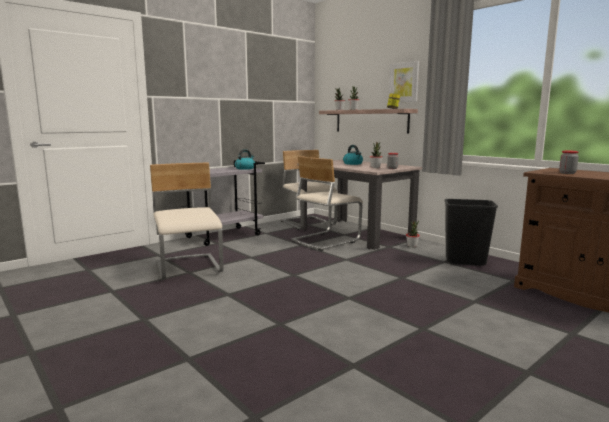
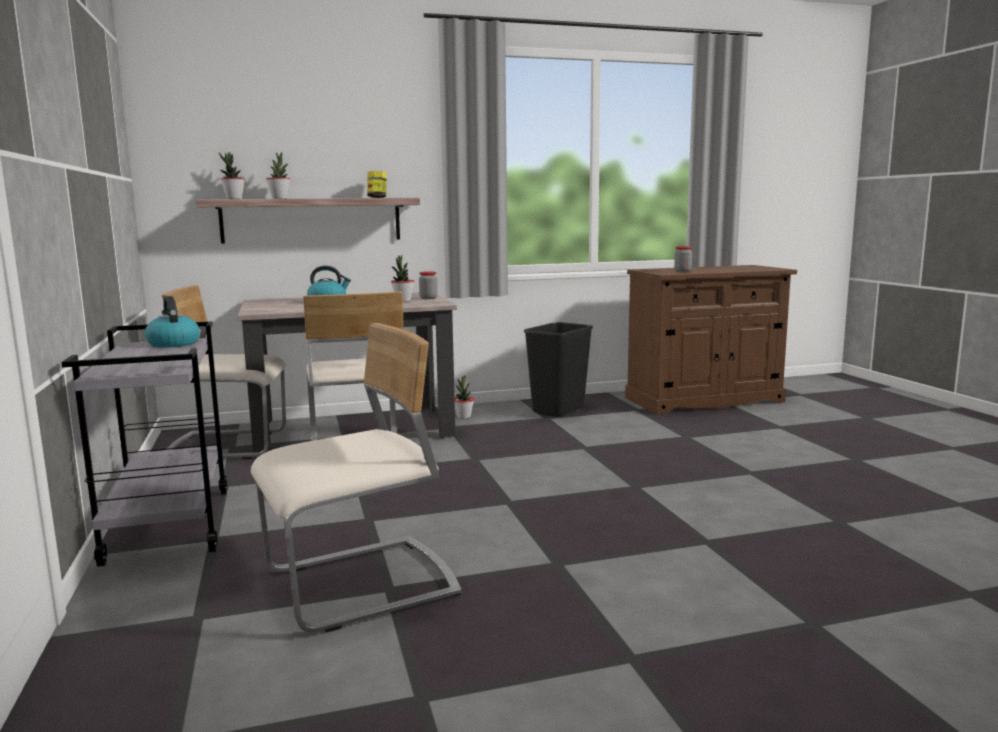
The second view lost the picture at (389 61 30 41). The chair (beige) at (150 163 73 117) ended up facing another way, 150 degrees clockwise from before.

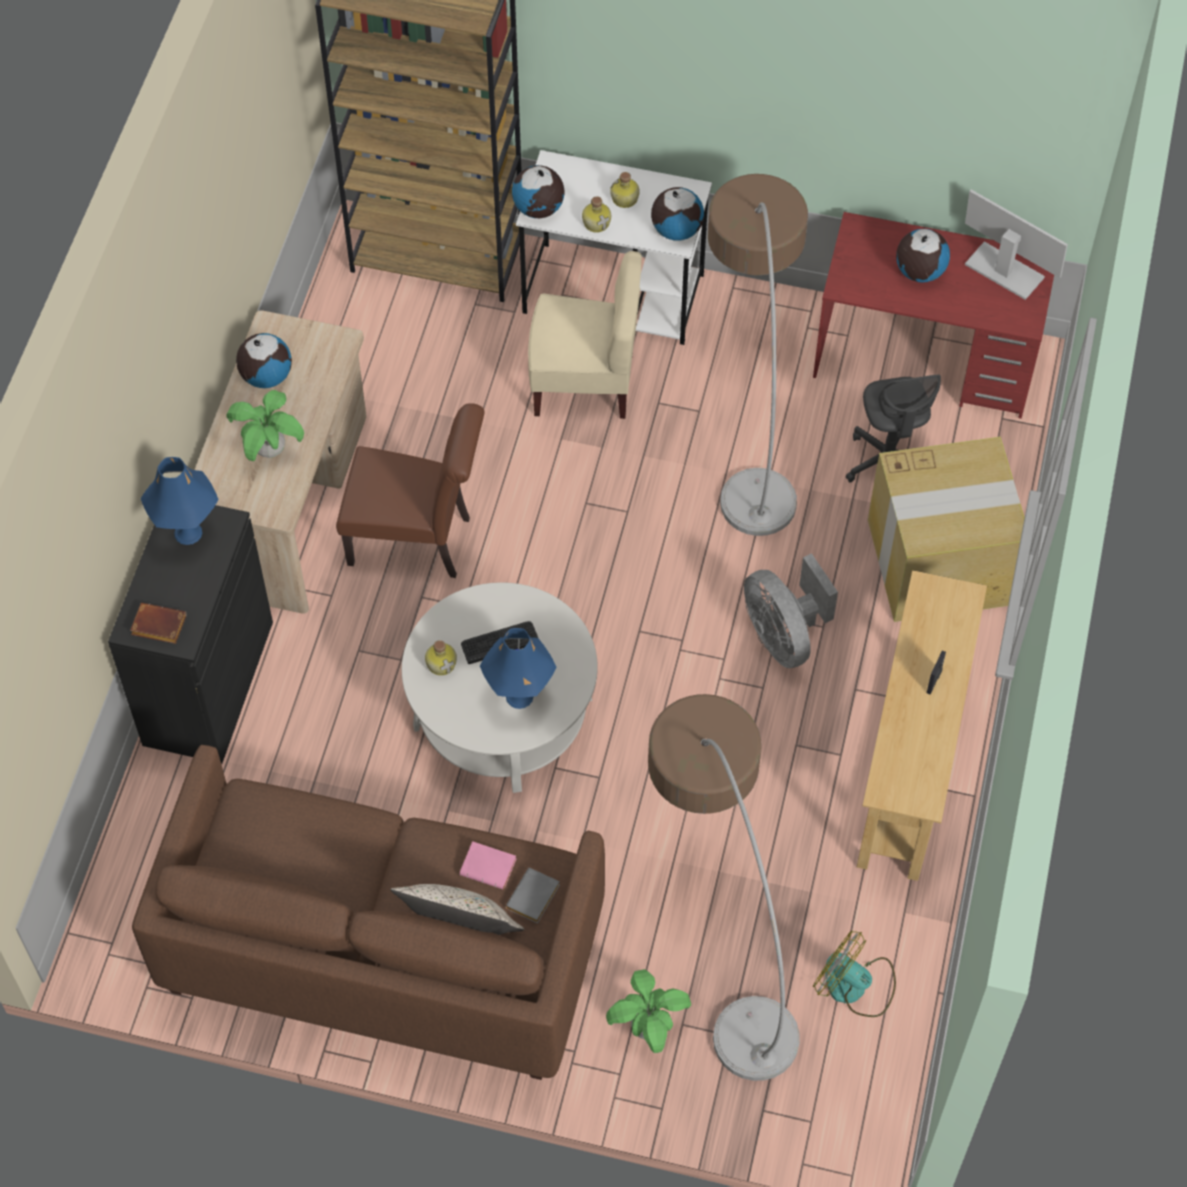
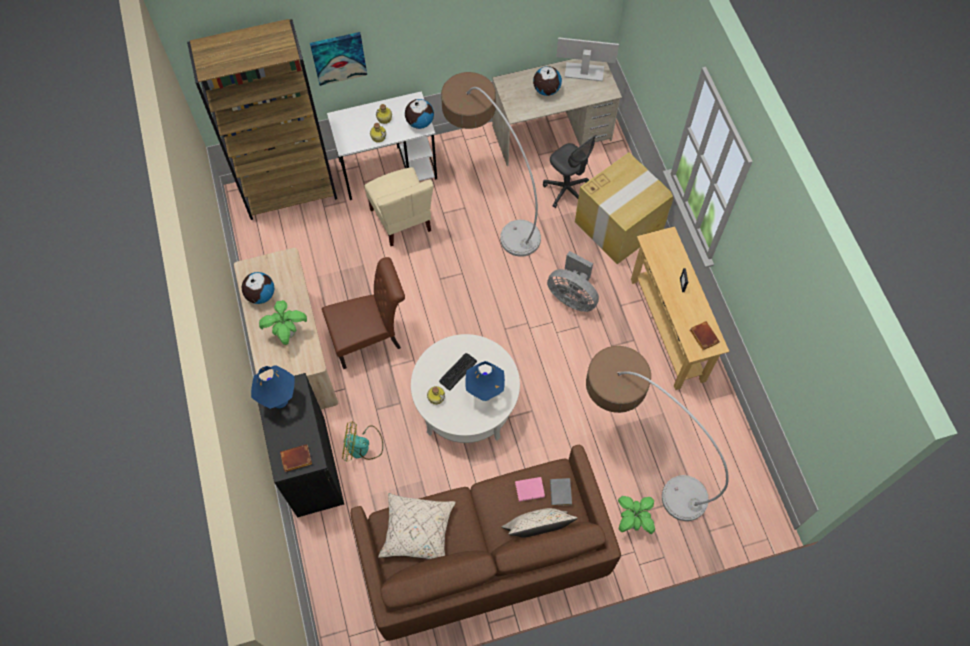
The second view lost the globe at (512 165 52 53). What was the desk (red) at (813 212 241 207) turned into the desk (beige) at (492 59 130 107). The chair (beige) at (528 251 114 168) ended up facing another way, 90 degrees clockwise from before. The fan ended up elsewhere, having gone from (813 931 83 86) to (342 421 41 41). The second view gained the picture at (310 32 57 54). The second view gained the book (brown) at (690 321 30 29). The second view gained the pillow (beige) at (378 493 77 66).

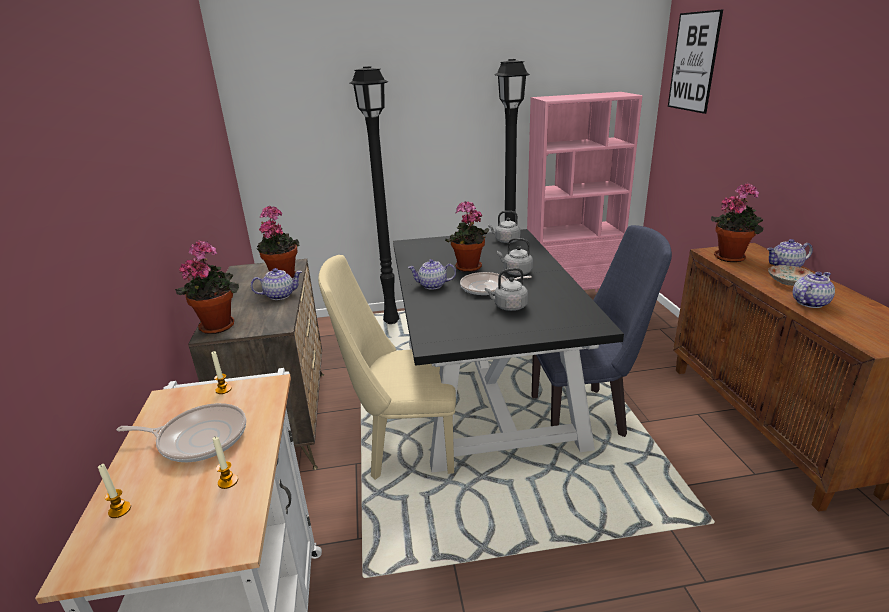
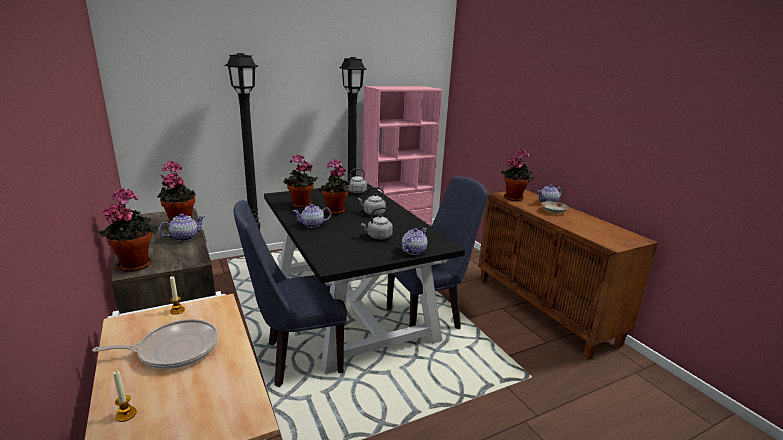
The second view lost the picture at (668 9 55 105). What was the chair (beige) at (318 255 138 225) turned into the chair (blue) at (234 200 113 187). The second view lost the frying pan at (460 272 72 24). The teapot ended up elsewhere, having gone from (793 272 42 36) to (402 228 26 27). The second view lost the candle at (213 437 25 52). The second view gained the potted plant at (283 154 35 54).

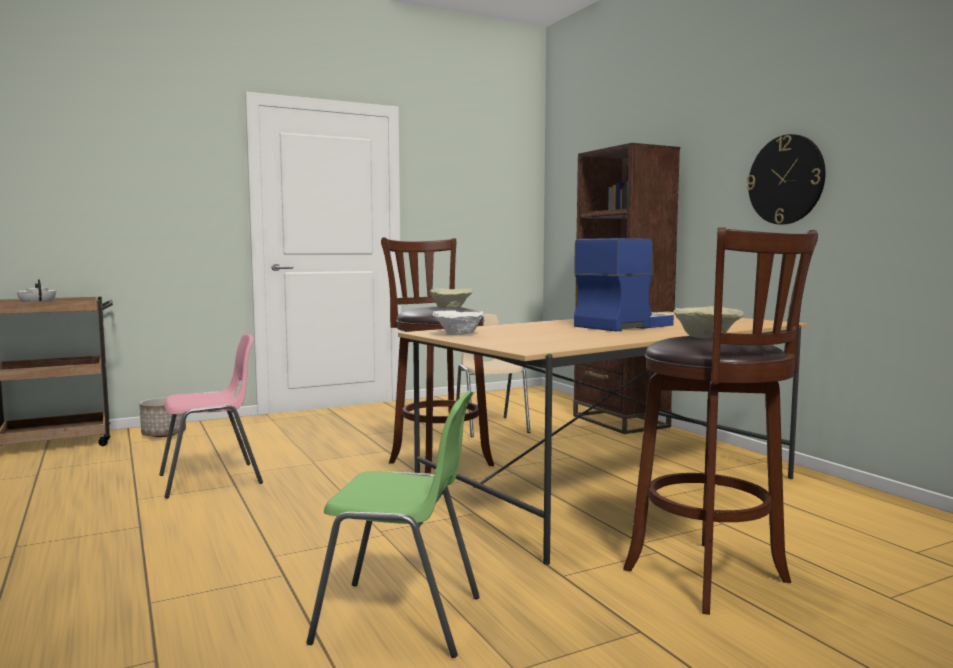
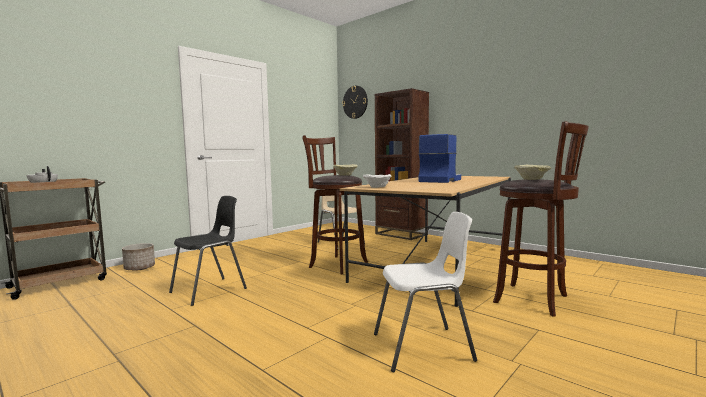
The wall clock ended up elsewhere, having gone from (747 134 79 91) to (342 86 26 33). What was the chair (pink) at (159 334 104 164) turned into the chair (black) at (169 196 78 110). What was the chair (green) at (307 390 173 268) turned into the chair (white) at (374 212 103 160).

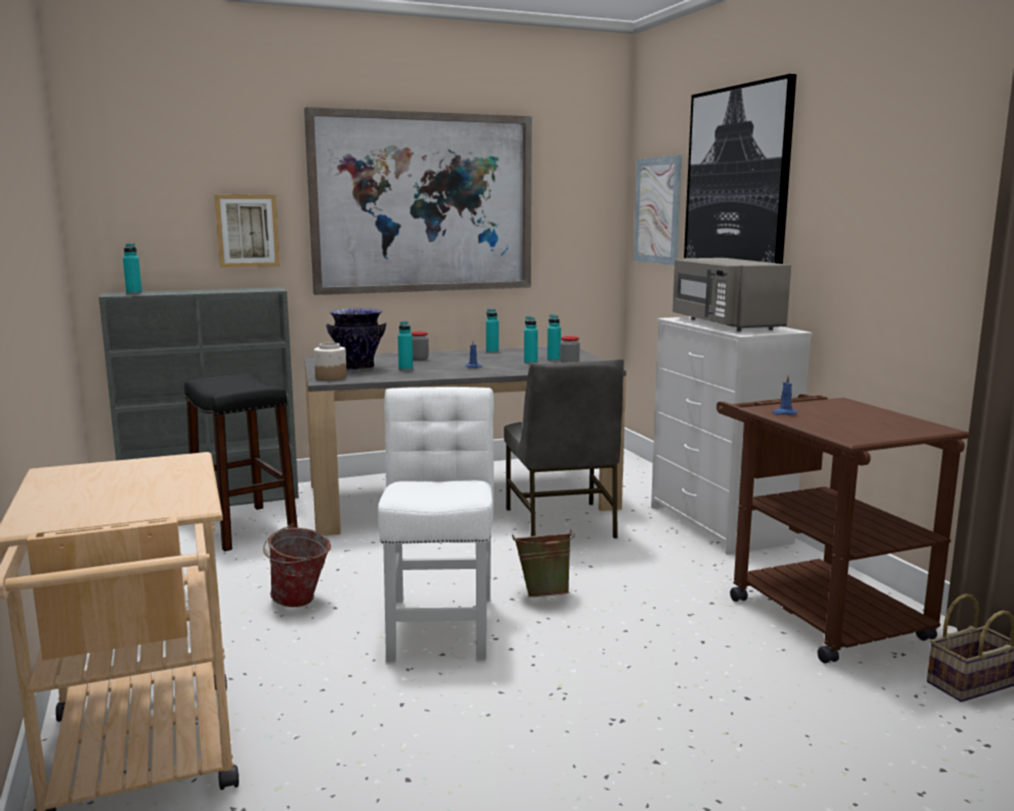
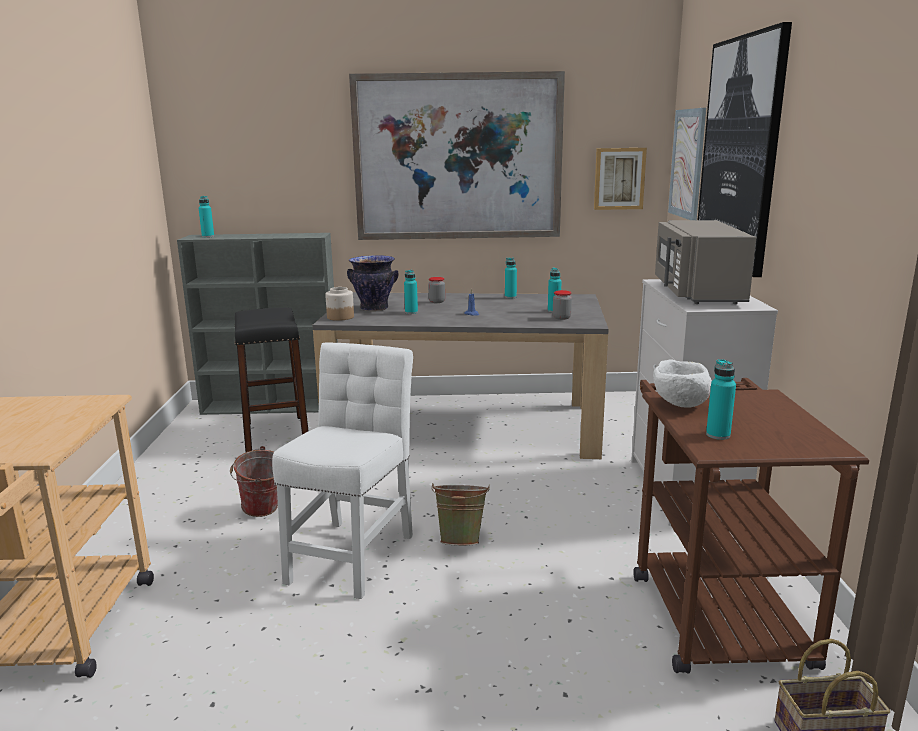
The picture ended up elsewhere, having gone from (215 195 65 73) to (594 148 53 62). The bottle (turquoise) ended up elsewhere, having gone from (524 316 14 48) to (706 359 30 81). The second view lost the chair (grey) at (504 359 120 180). Where the candle (blue) stood at (772 376 25 39), the bowl (white) came to stand at (653 359 59 49).

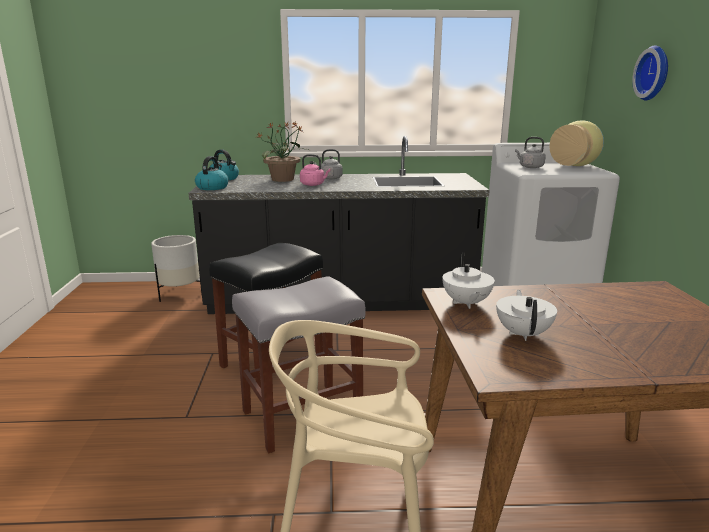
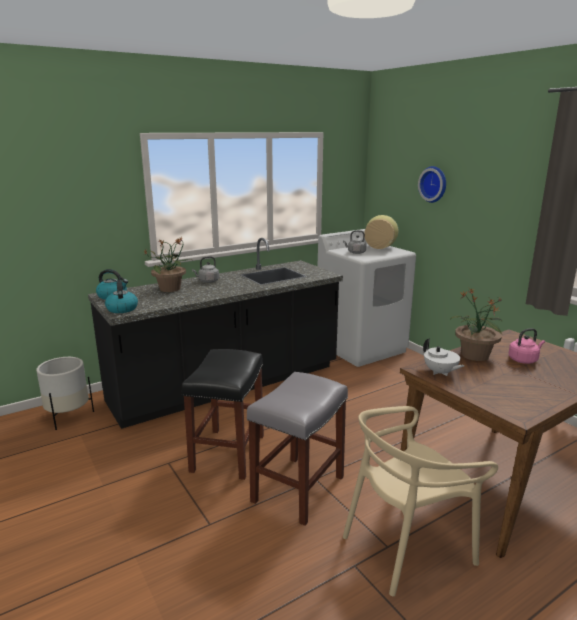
The kettle (pink) ended up elsewhere, having gone from (300 154 30 32) to (508 328 37 36). The second view lost the teapot (white) at (496 290 61 51). The second view gained the potted plant at (450 289 52 72).

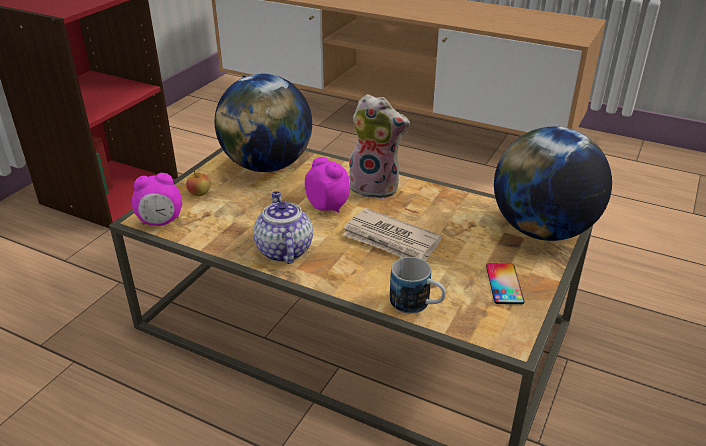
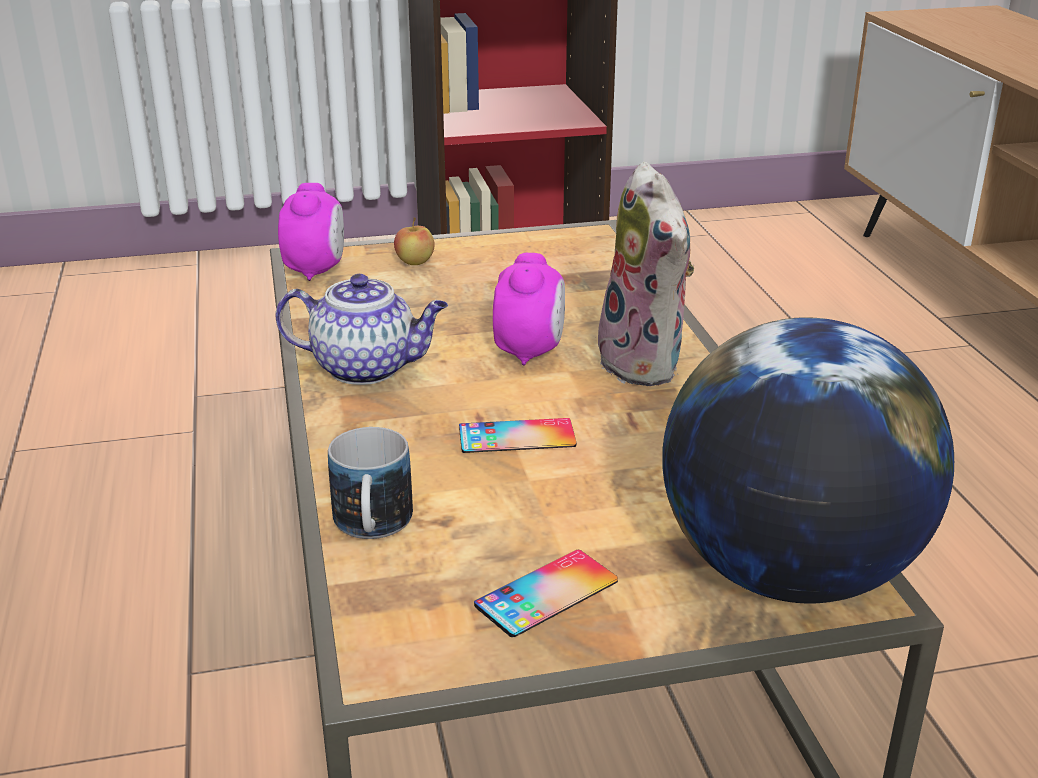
The second view lost the globe at (215 74 97 98). The alarm clock at (132 173 50 53) ended up facing another way, 120 degrees counterclockwise from before. The teapot at (253 191 60 73) ended up facing another way, 60 degrees clockwise from before. Where the newspaper stood at (343 208 99 53), the phone came to stand at (459 418 117 35).

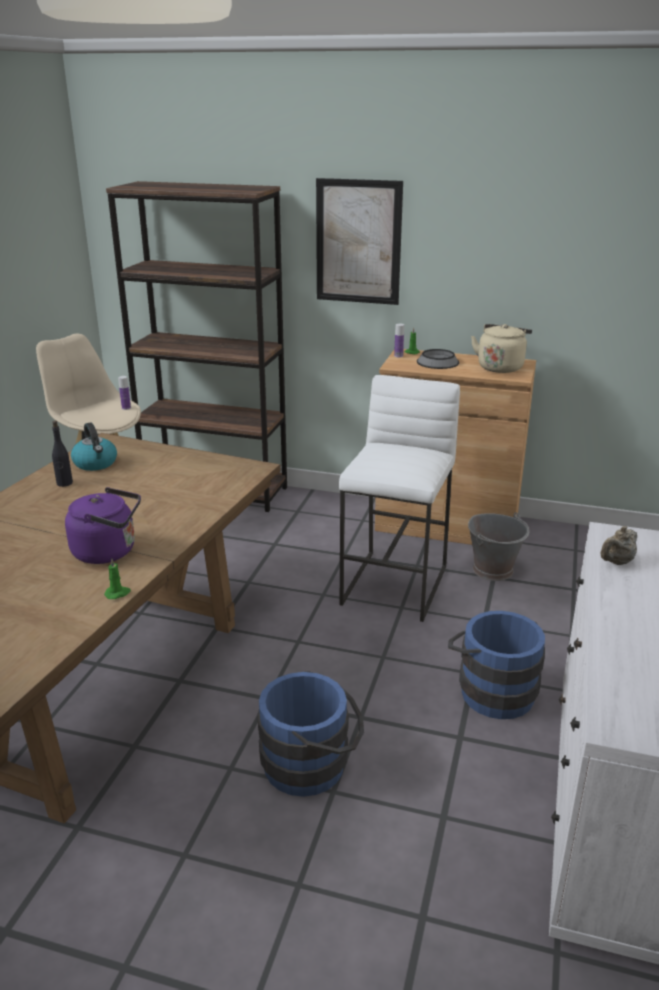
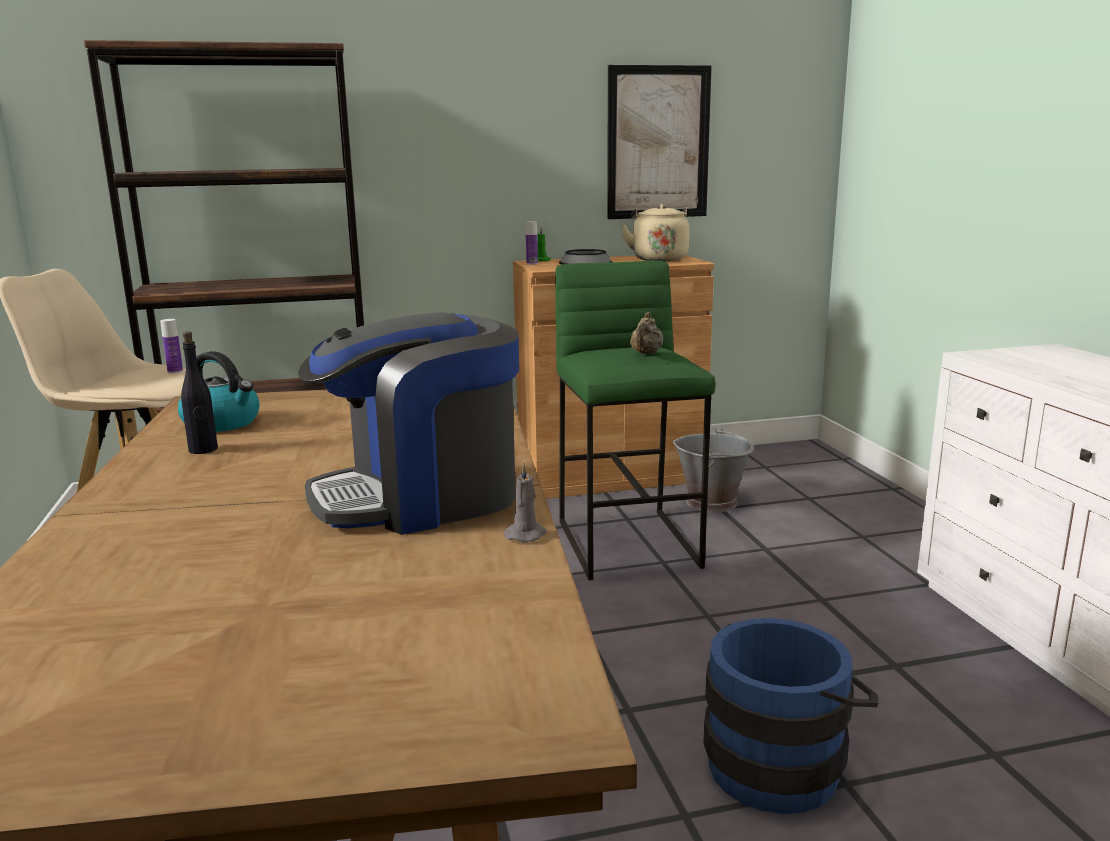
The picture ended up elsewhere, having gone from (316 178 87 127) to (607 65 105 154). What was the stool (white) at (339 375 121 247) turned into the stool (green) at (555 261 161 319). Where the kettle (purple) stood at (65 487 76 77), the coffee machine came to stand at (298 312 221 223). The teapot (beige) ended up elsewhere, having gone from (600 526 37 39) to (630 312 33 42). What was the candle (green) at (104 559 27 40) turned into the candle (grey) at (504 463 43 80). The second view lost the bucket (blue) at (448 611 97 108).

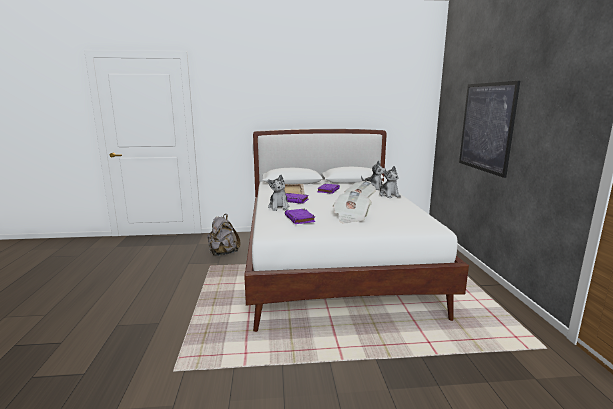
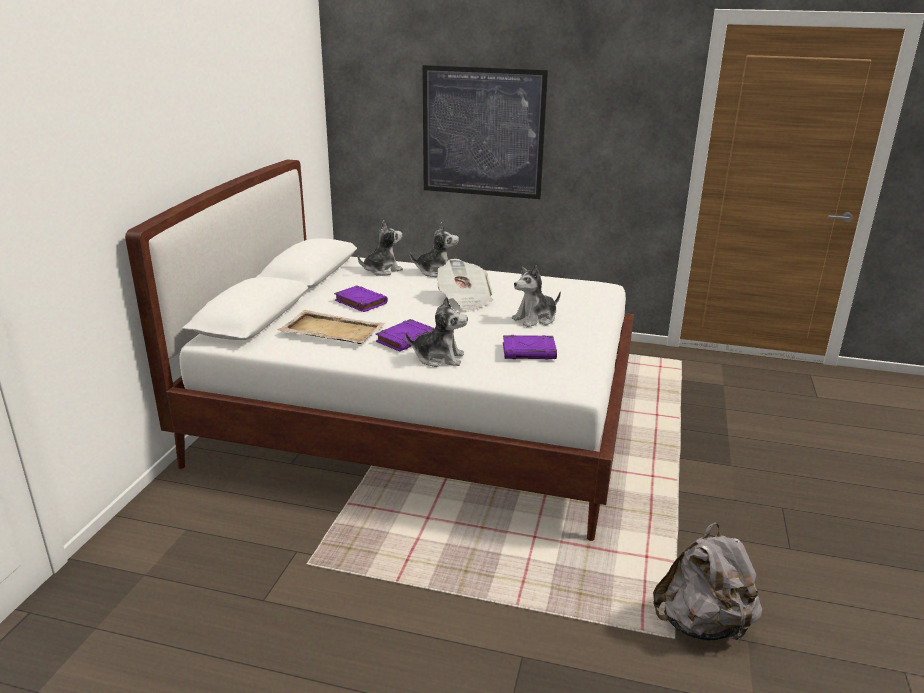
Where the newspaper stood at (333 191 39 32), the plush toy came to stand at (512 265 49 62). The backpack (grey) ended up elsewhere, having gone from (207 214 33 42) to (653 522 109 119).

